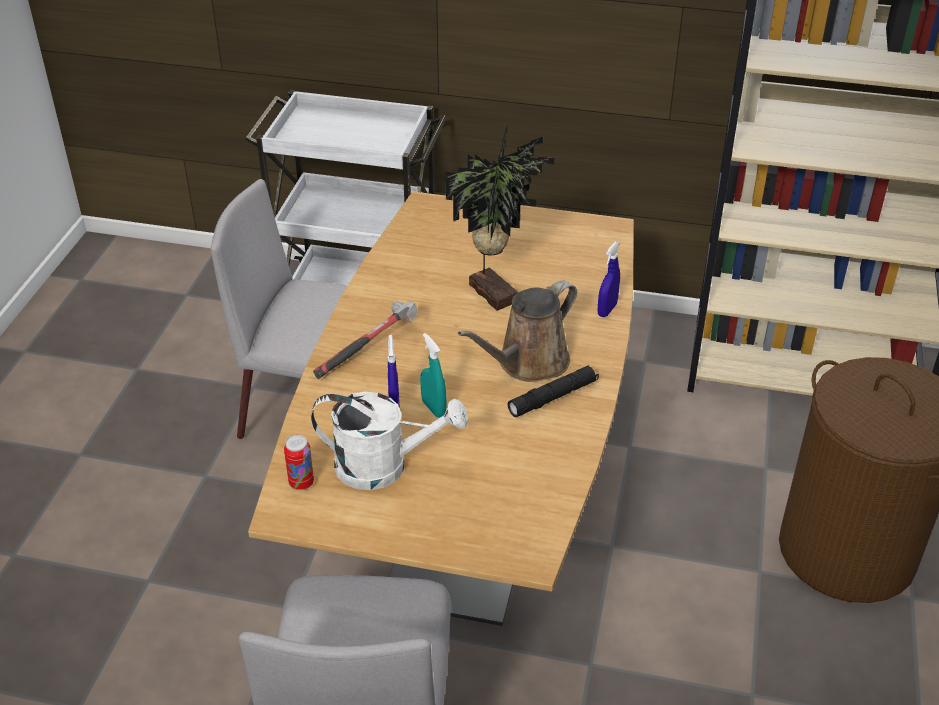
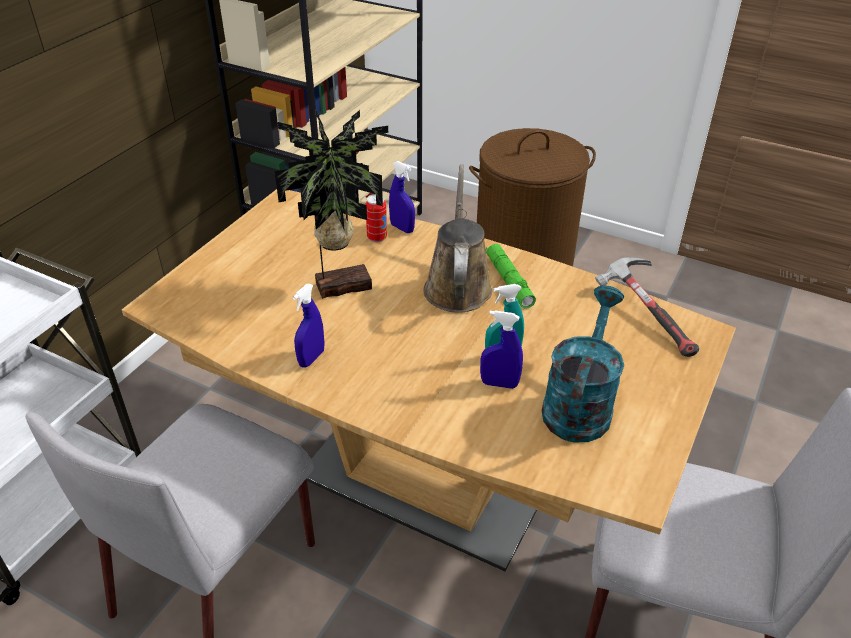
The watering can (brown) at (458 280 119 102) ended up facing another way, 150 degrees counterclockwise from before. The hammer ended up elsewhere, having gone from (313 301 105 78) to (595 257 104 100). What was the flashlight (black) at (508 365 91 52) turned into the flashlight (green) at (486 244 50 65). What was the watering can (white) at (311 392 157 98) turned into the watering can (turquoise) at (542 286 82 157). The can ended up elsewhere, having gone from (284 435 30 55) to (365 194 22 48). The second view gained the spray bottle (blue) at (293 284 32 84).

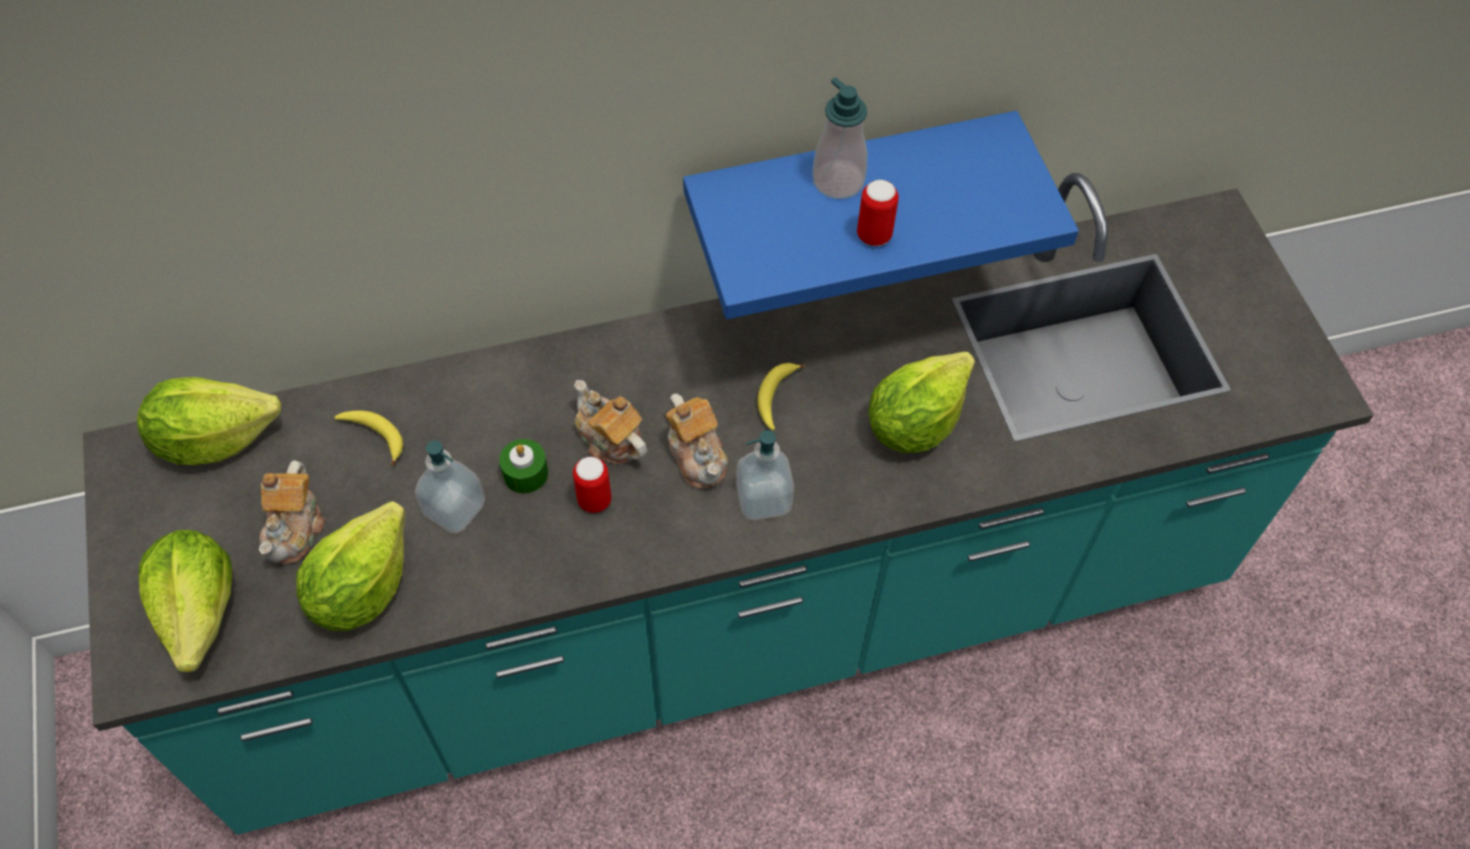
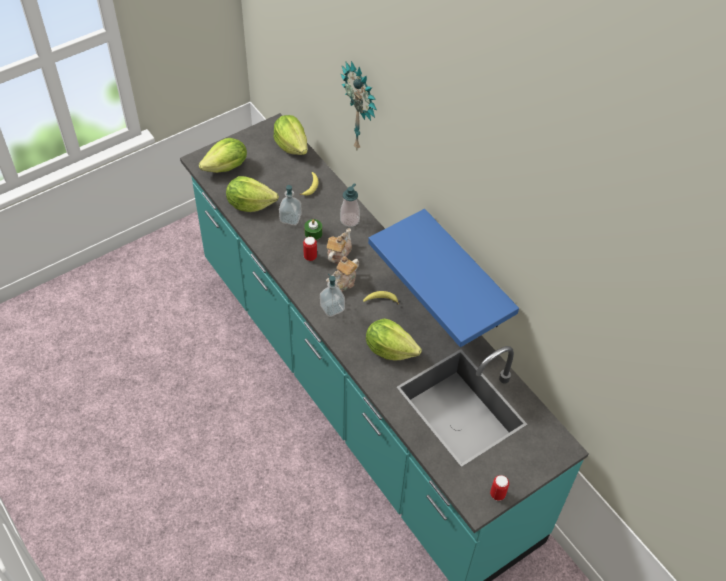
The soap dispenser ended up elsewhere, having gone from (812 78 56 121) to (340 183 20 44). The can ended up elsewhere, having gone from (857 180 42 66) to (490 475 19 26). The second view lost the teapot at (259 460 66 104). The second view gained the wall clock at (341 61 36 90).

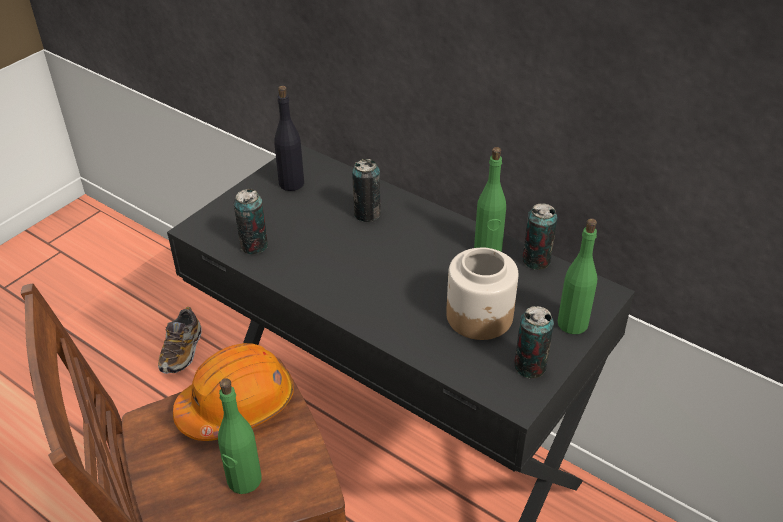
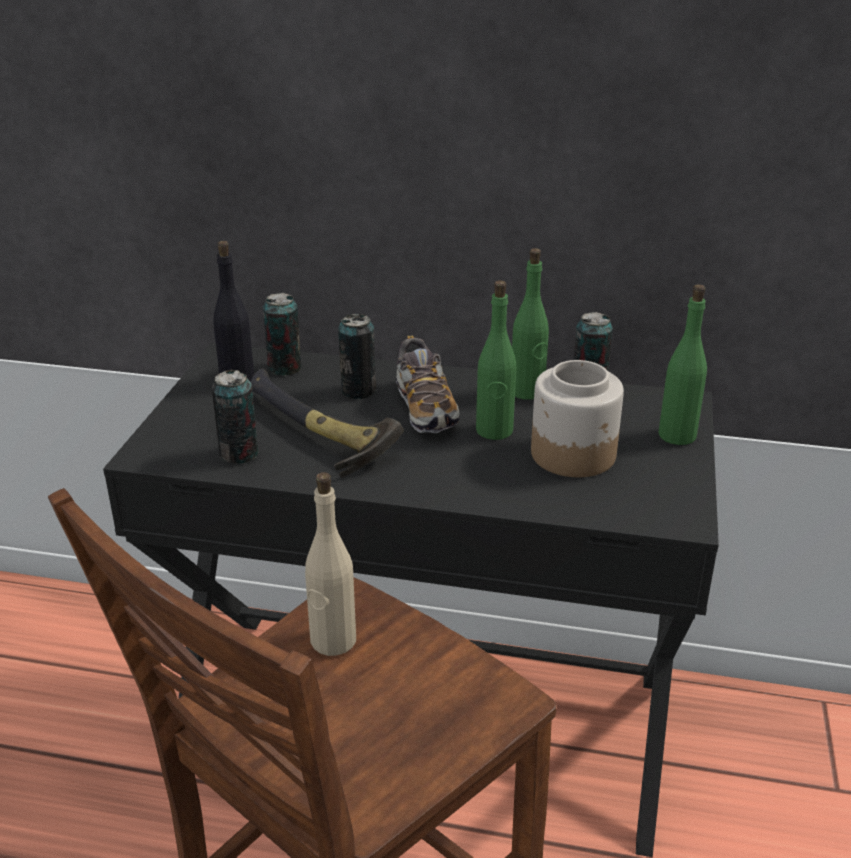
The can ended up elsewhere, having gone from (514 306 40 72) to (263 293 39 82). The shoe ended up elsewhere, having gone from (158 307 44 67) to (396 336 64 97). Where the hard hat (orange) stood at (173 343 121 98), the bottle (beige) came to stand at (305 472 51 184). The bottle (green) ended up elsewhere, having gone from (218 378 44 116) to (476 280 40 160). The second view gained the hammer at (251 368 153 110).

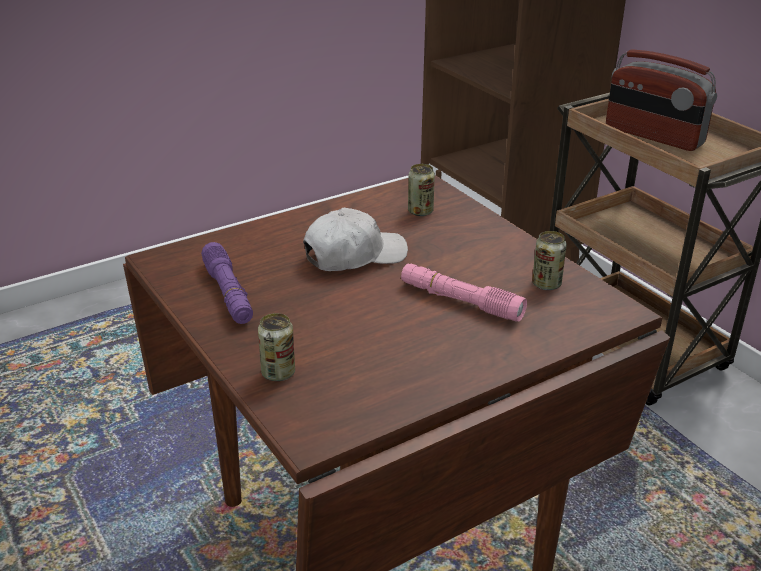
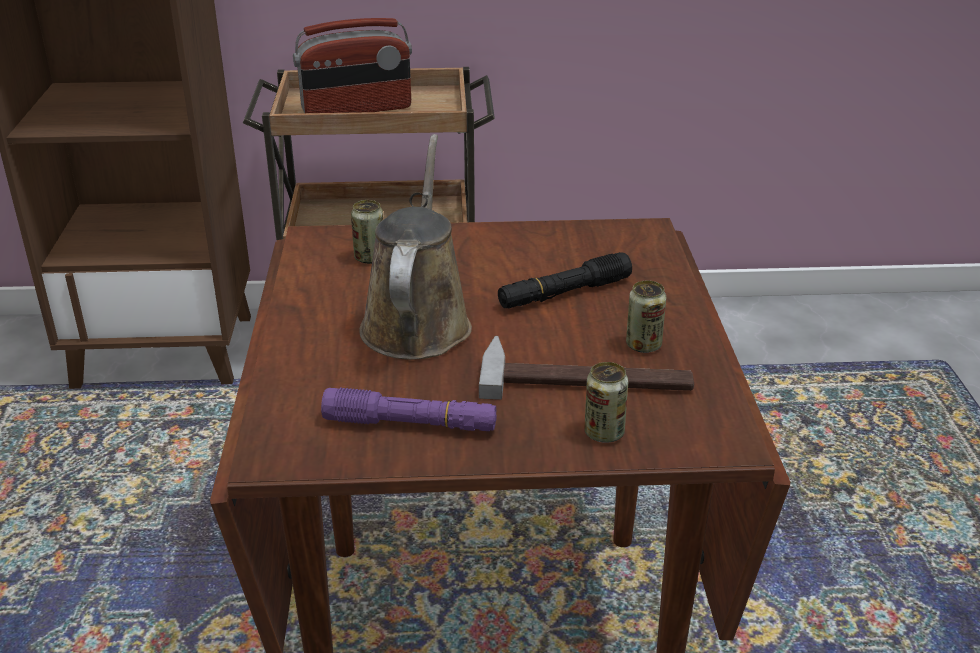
Where the cap (white) stood at (303 208 105 63), the watering can (brown) came to stand at (359 134 113 226). The can ended up elsewhere, having gone from (532 231 35 59) to (626 281 40 72). What was the flashlight (pink) at (401 264 126 58) turned into the flashlight (black) at (498 252 134 56). The second view gained the hammer at (479 336 215 64).

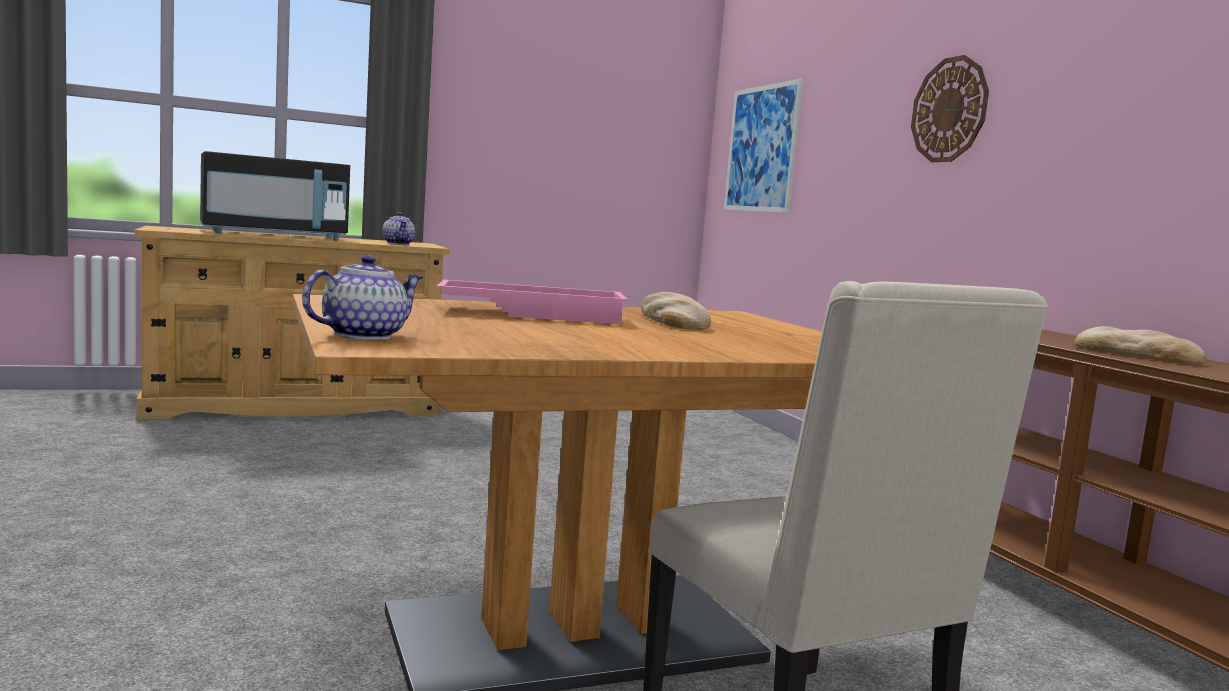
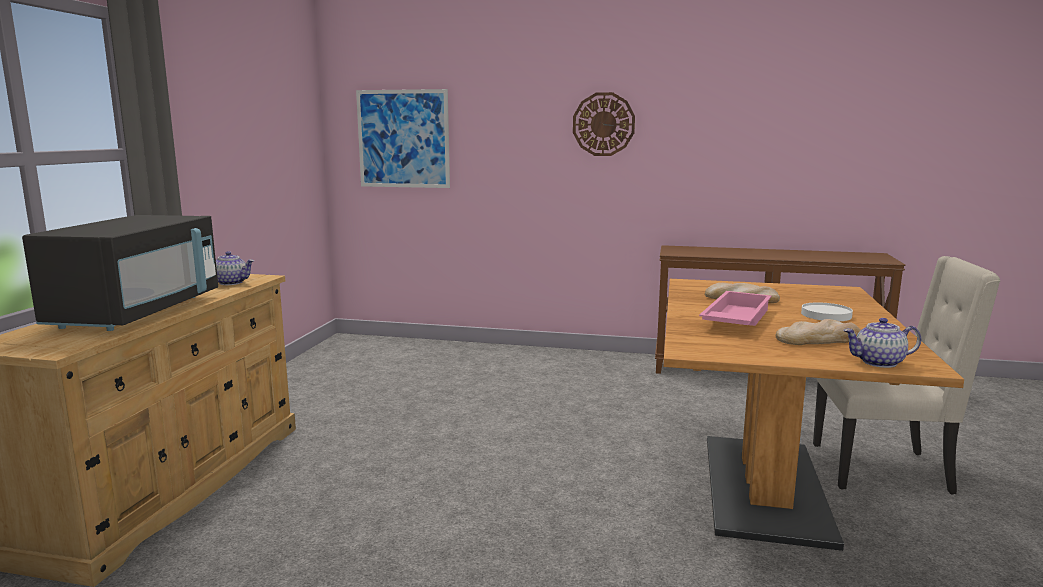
The teapot at (302 255 122 85) ended up facing another way, 75 degrees counterclockwise from before. The bread ended up elsewhere, having gone from (1075 326 132 39) to (776 319 85 26). The second view gained the plate (white) at (801 302 52 19).

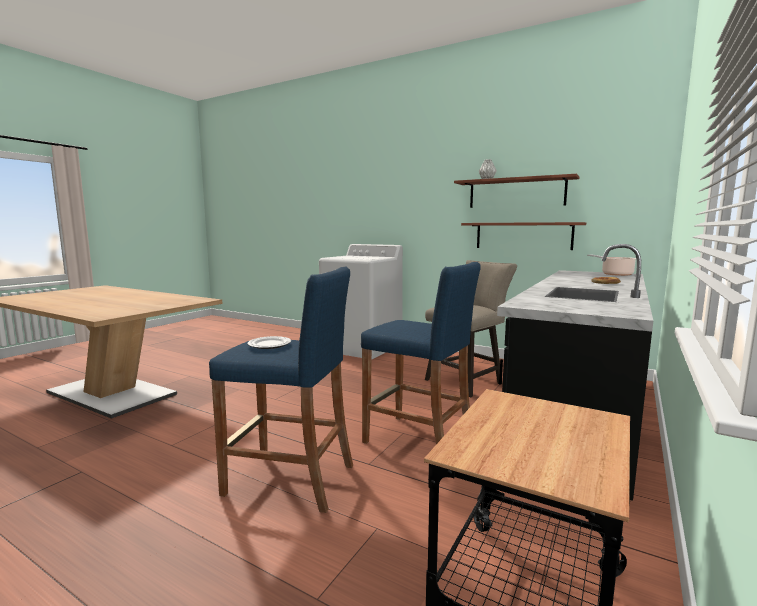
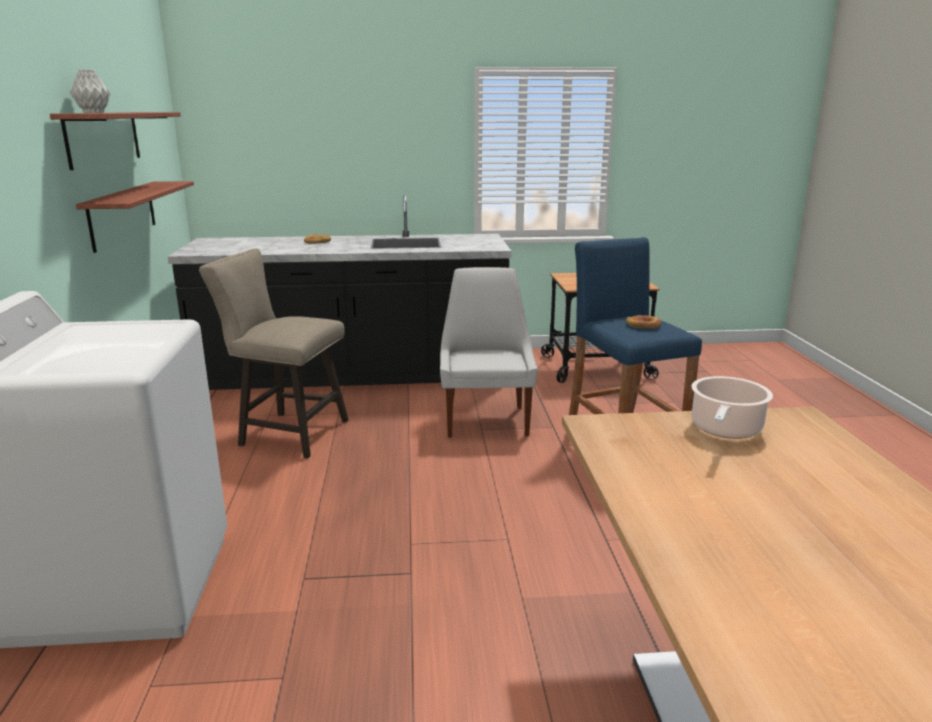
The cooking pot ended up elsewhere, having gone from (587 254 49 22) to (691 376 82 63). Where the stool (blue) stood at (361 262 119 182), the chair (white) came to stand at (440 267 98 171). Where the plate stood at (248 336 43 13), the bread came to stand at (626 315 36 14).

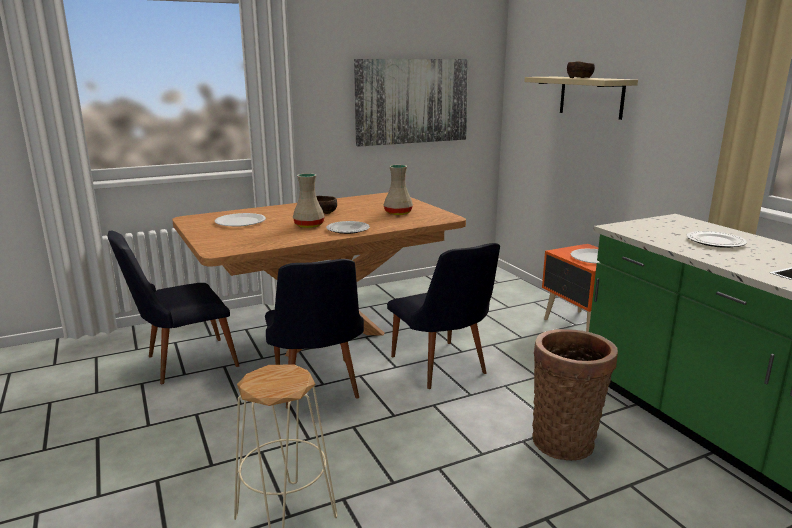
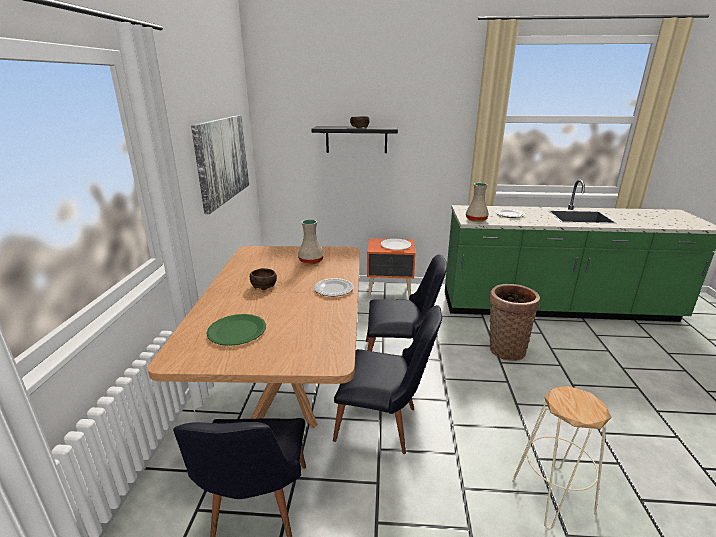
What was the shelf (beige) at (524 77 114 43) turned into the shelf (black) at (311 126 87 27). The vase (beige) ended up elsewhere, having gone from (293 173 32 55) to (466 183 23 39). What was the plate (white) at (215 213 51 14) turned into the plate (green) at (206 314 60 32).

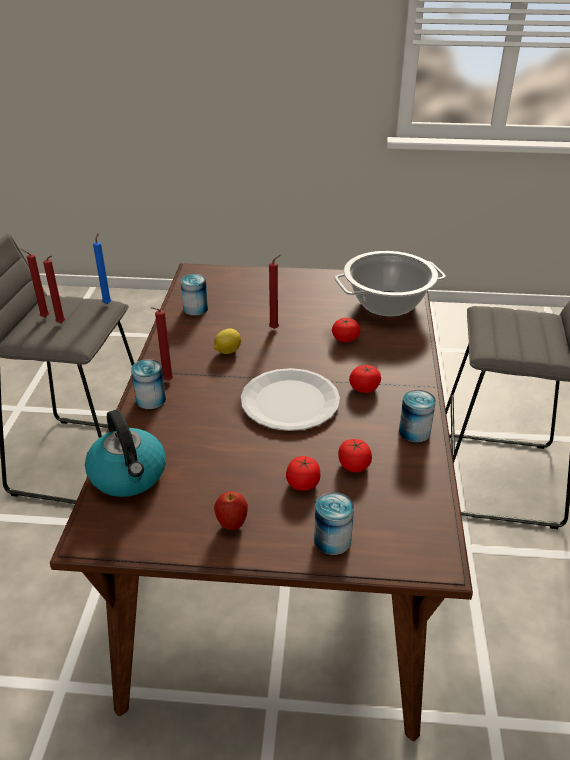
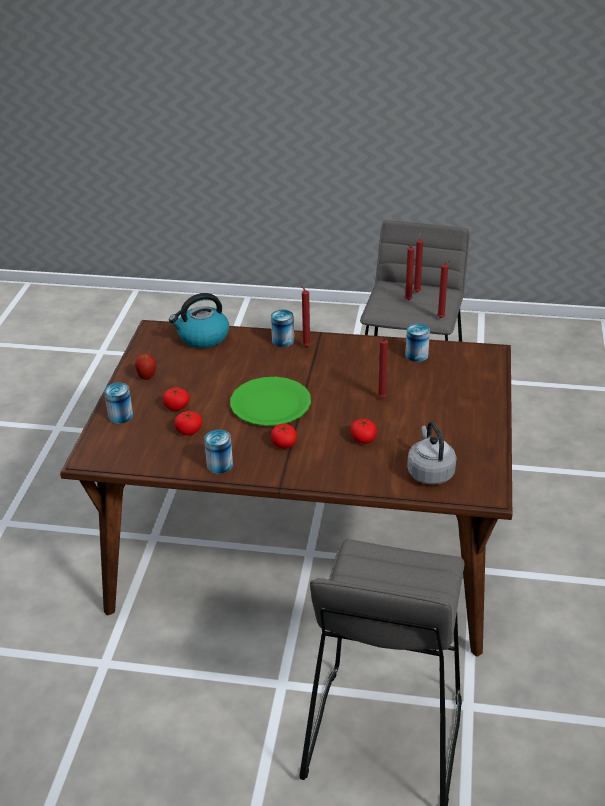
What was the candle (blue) at (93 233 18 71) turned into the candle (red) at (437 260 15 58). Where the cooking pot stood at (334 251 112 66), the kettle (grey) came to stand at (407 422 49 63). The second view lost the lemon at (214 329 27 25). What was the plate (white) at (241 368 99 63) turned into the plate (green) at (230 377 81 49).

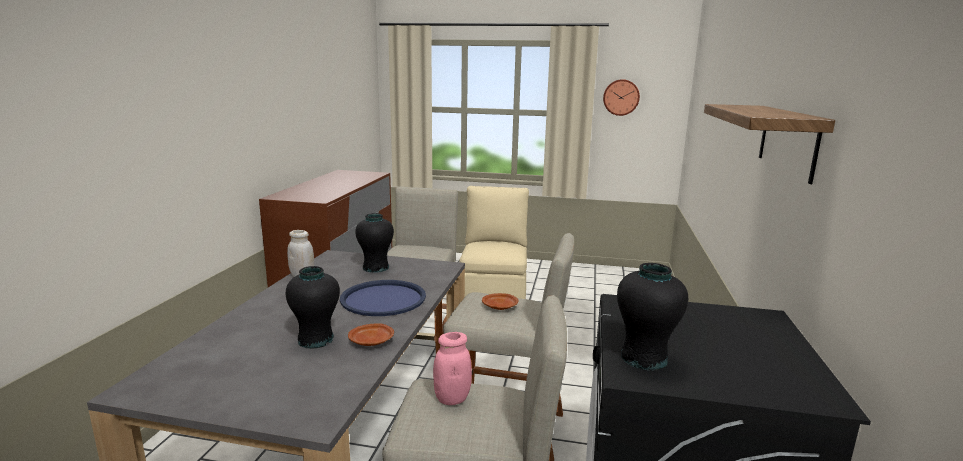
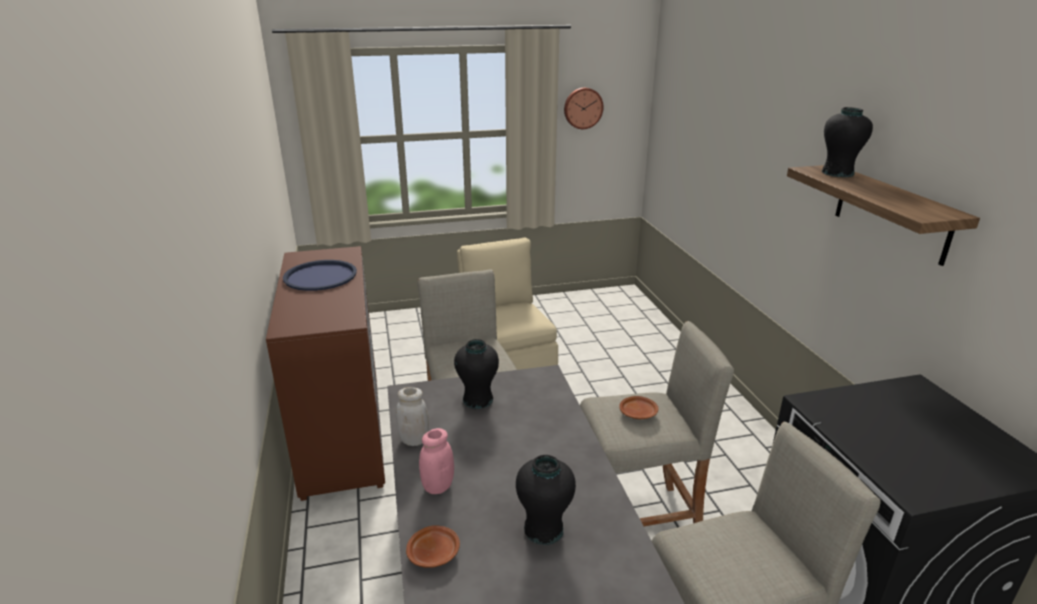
The vase (black) ended up elsewhere, having gone from (617 263 71 108) to (822 107 51 70). The tray (blue) ended up elsewhere, having gone from (340 280 86 36) to (283 260 74 31). The plate (brown) ended up elsewhere, having gone from (348 323 46 23) to (406 525 54 43). The jar (pink) ended up elsewhere, having gone from (433 332 39 73) to (419 428 35 66).

